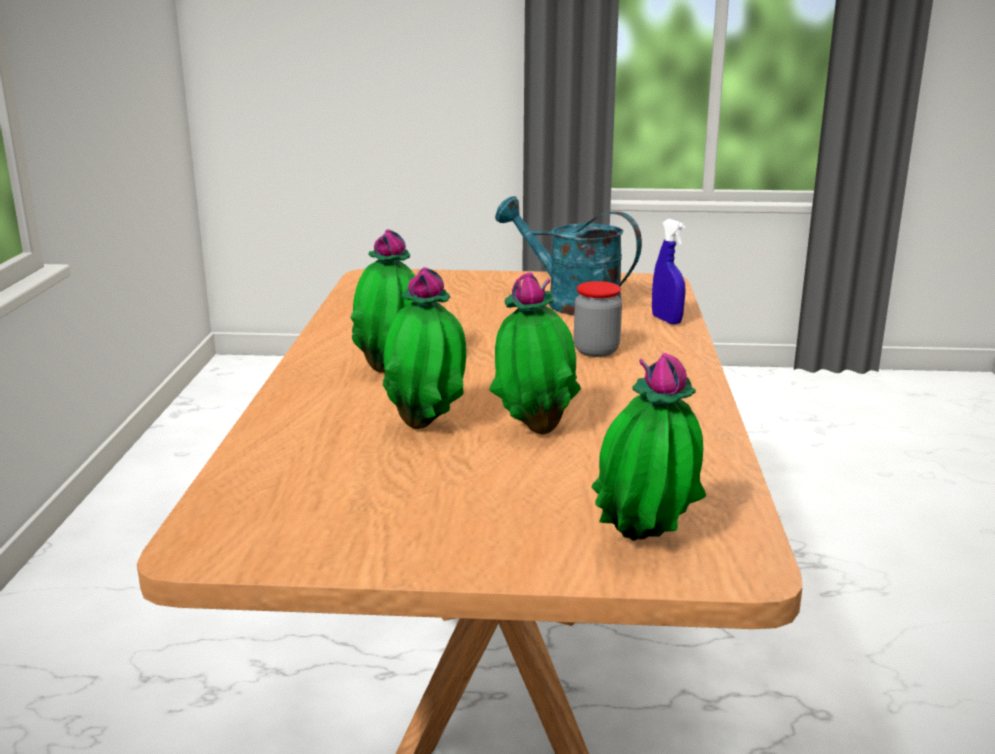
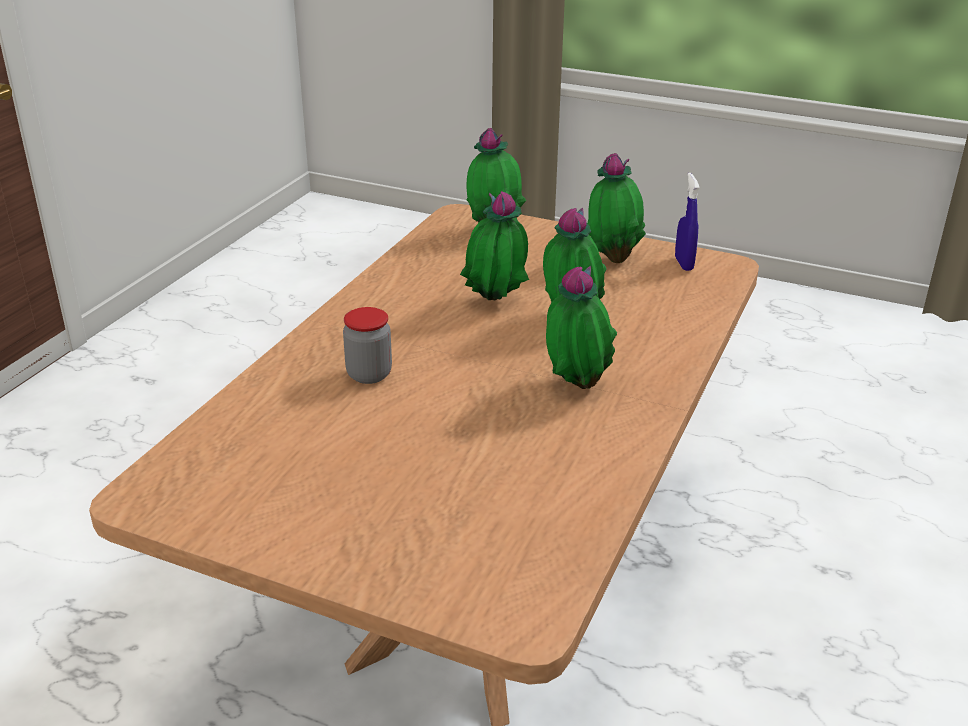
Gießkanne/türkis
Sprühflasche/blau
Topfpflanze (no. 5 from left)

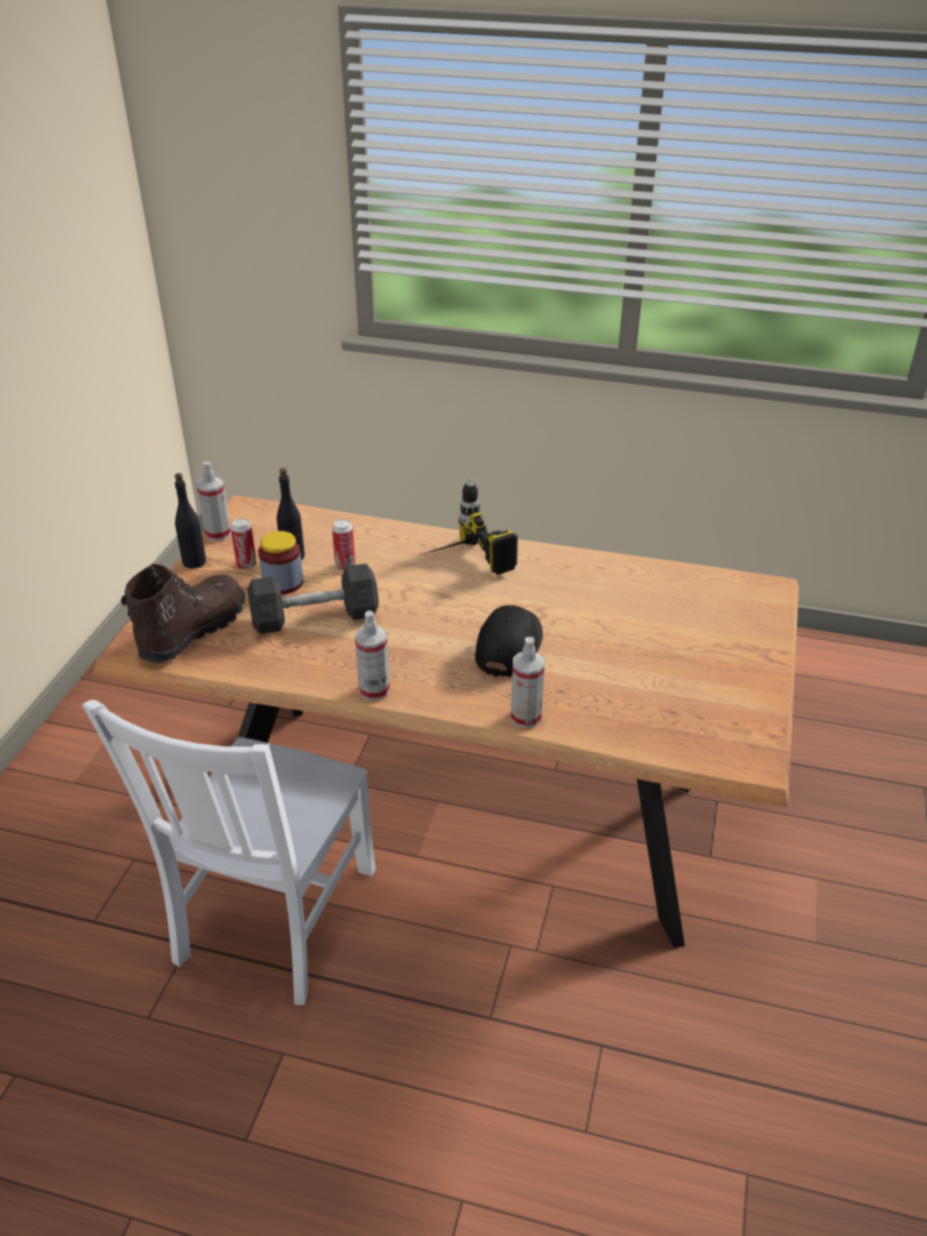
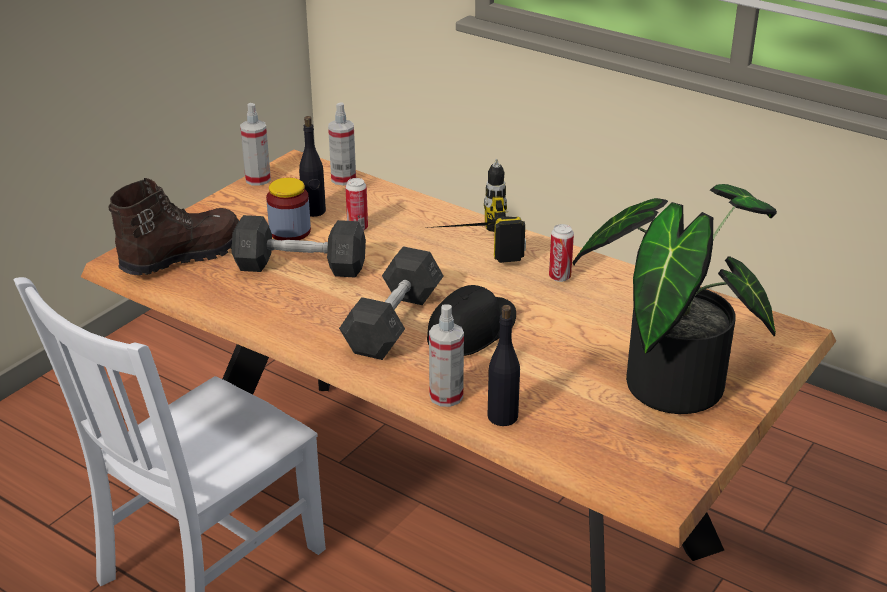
Flasche/schwarz (no. 2 from left)
Dose (no. 2 from left)
Sprühflasche (no. 2 from left)
Topfpflanze
Hantel/grau (no. 2 from left)

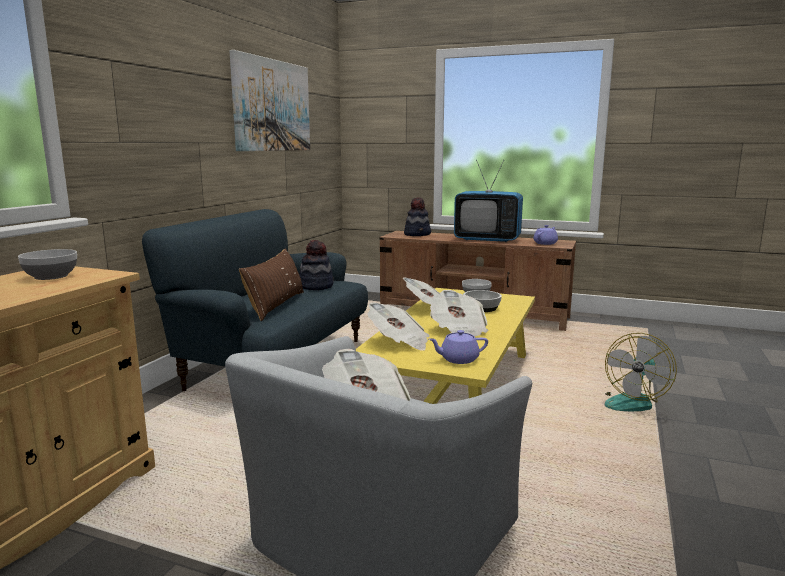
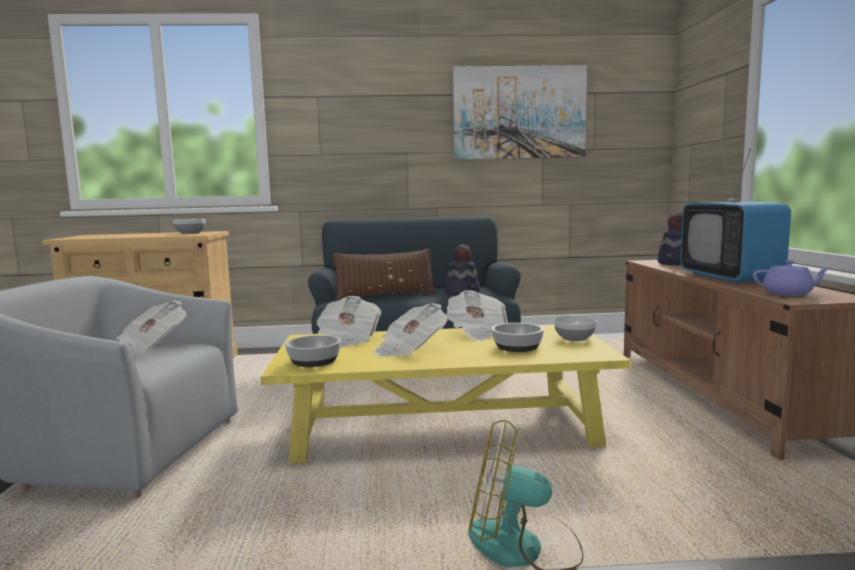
Schüssel (no. 2 from left)

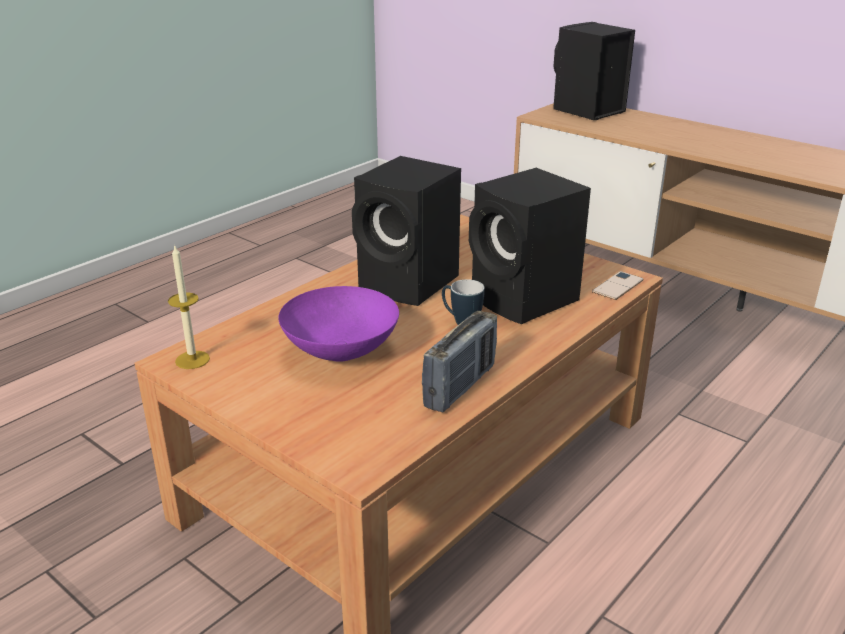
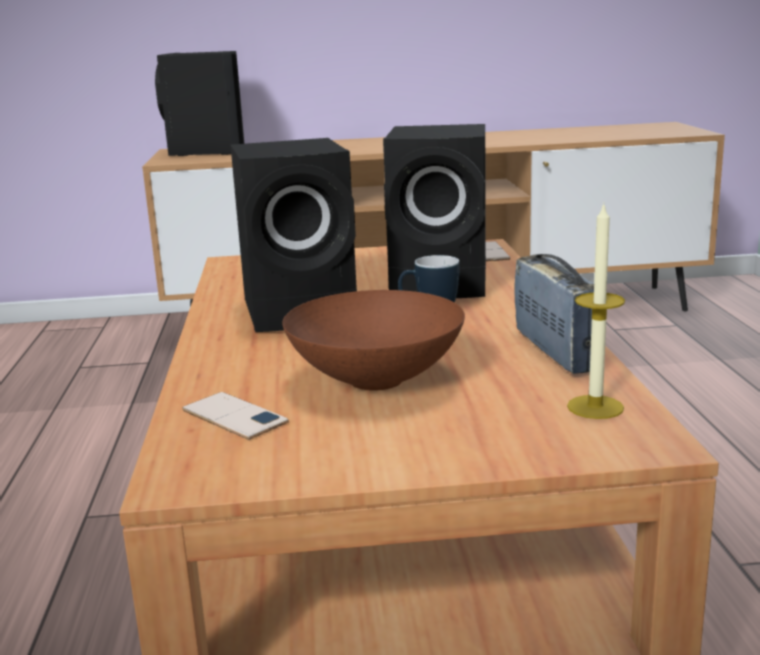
Kerze
Schüssel/braun
Handy (no. 1 from left)

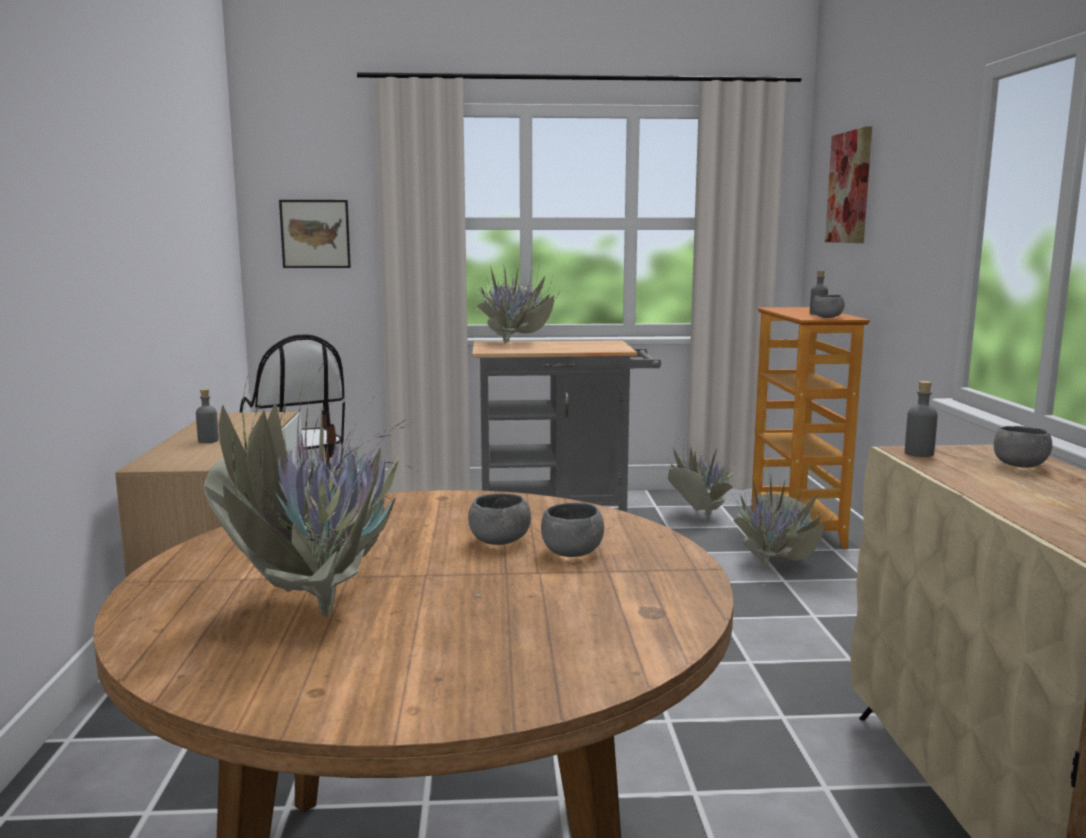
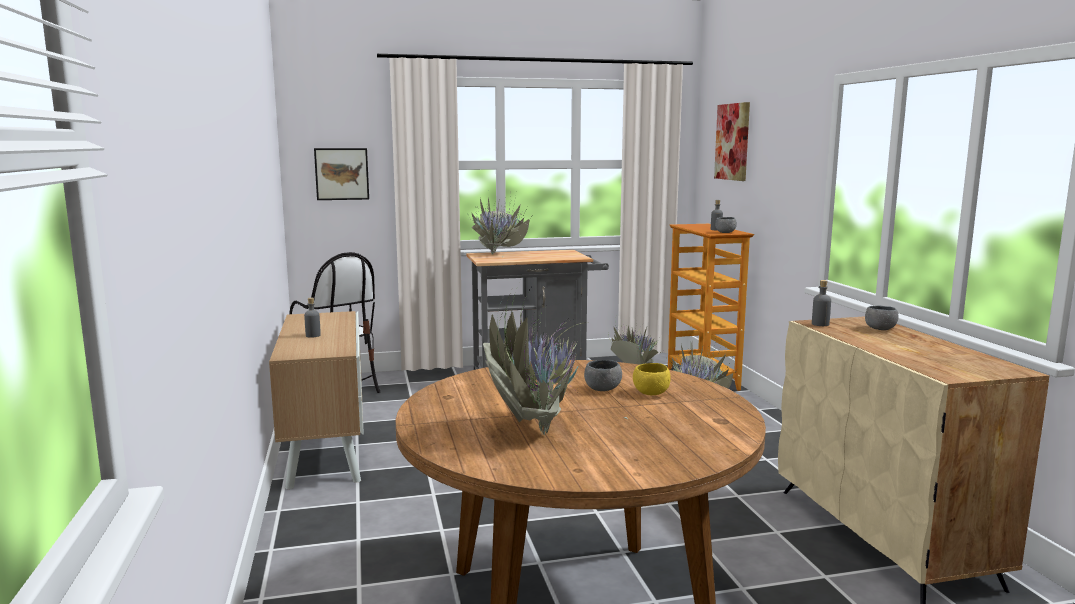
Schüssel/gelb

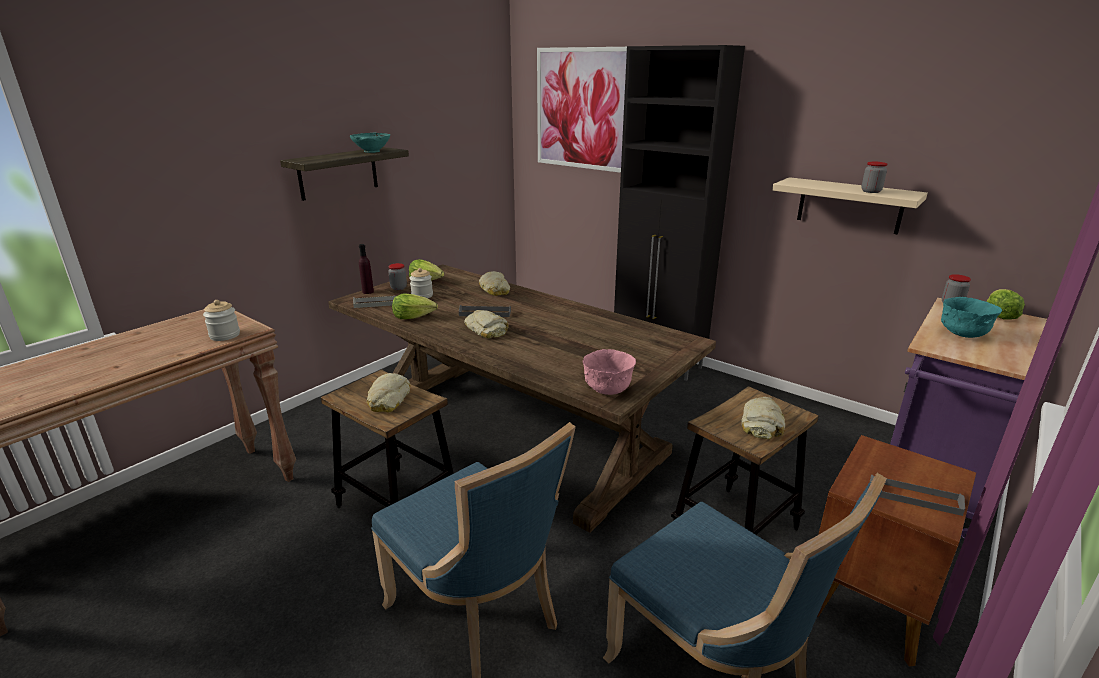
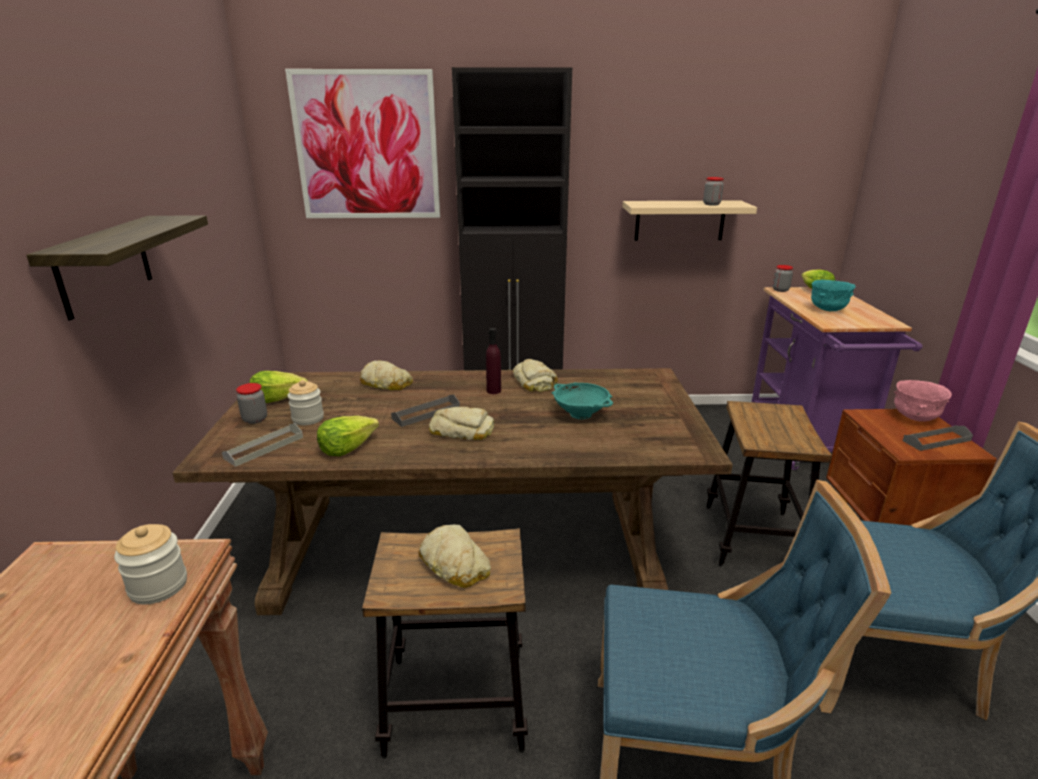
Schüssel/türkis (no. 1 from left)
Flasche/lila
Schüssel/rosa
Brot (no. 4 from left)

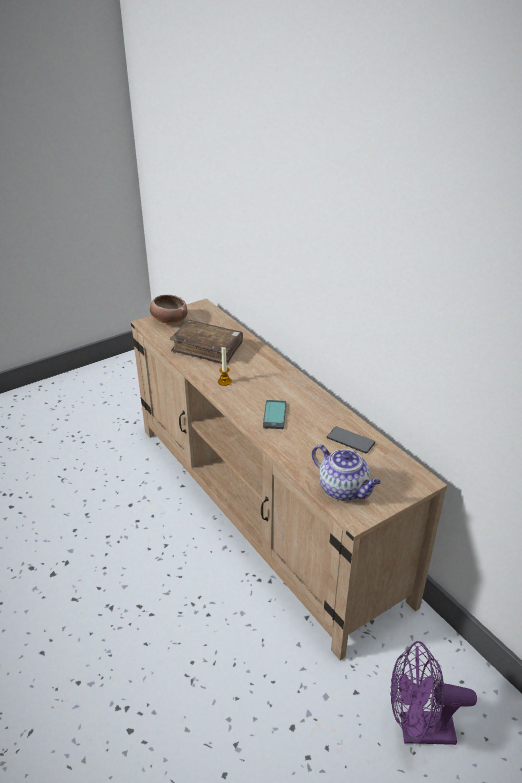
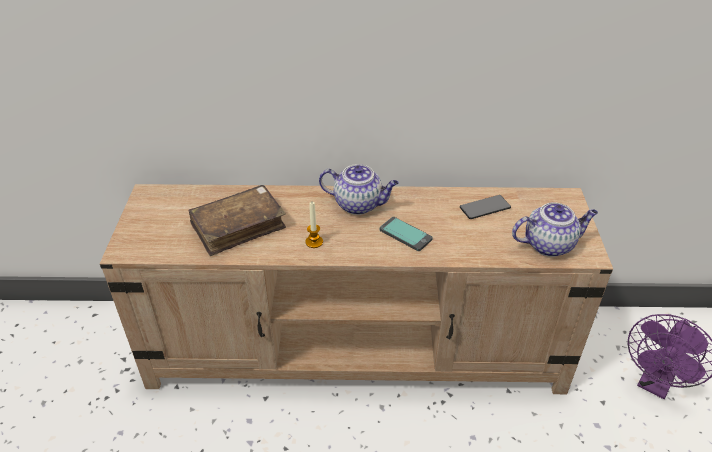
Schüssel
Teekanne (no. 1 from left)

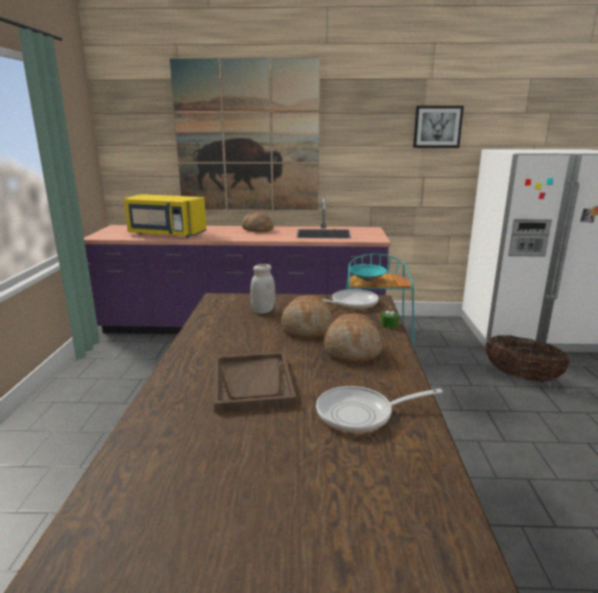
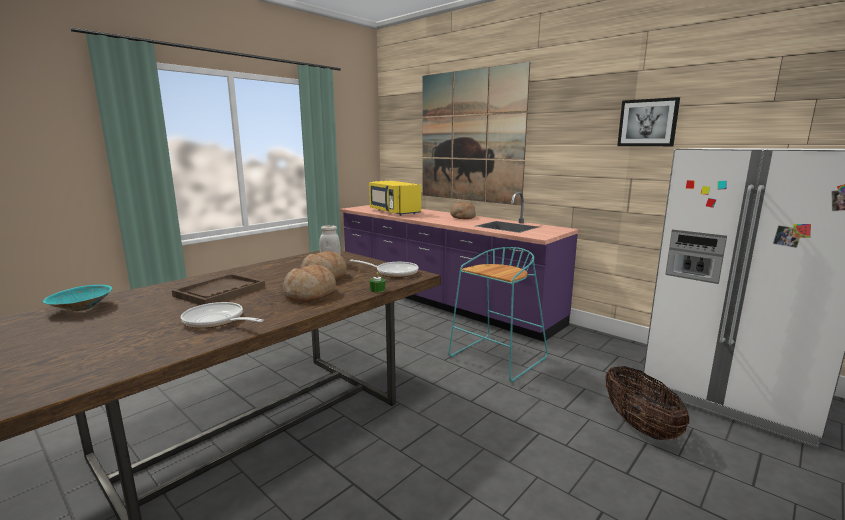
Schüssel/türkis

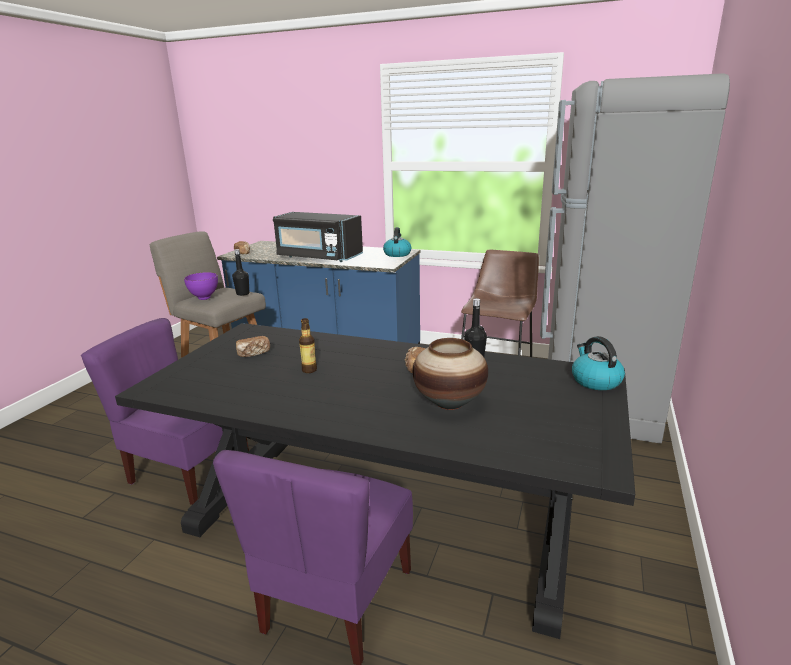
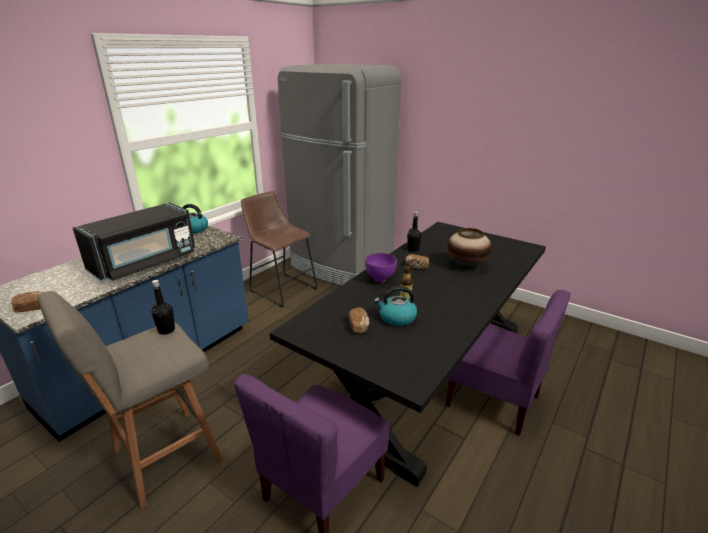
Schüssel/lila
Wasserkessel (no. 2 from left)

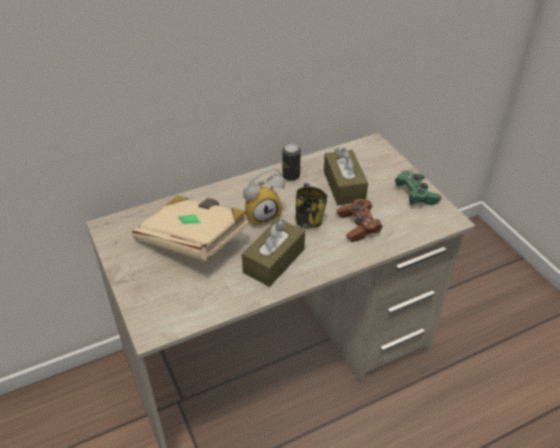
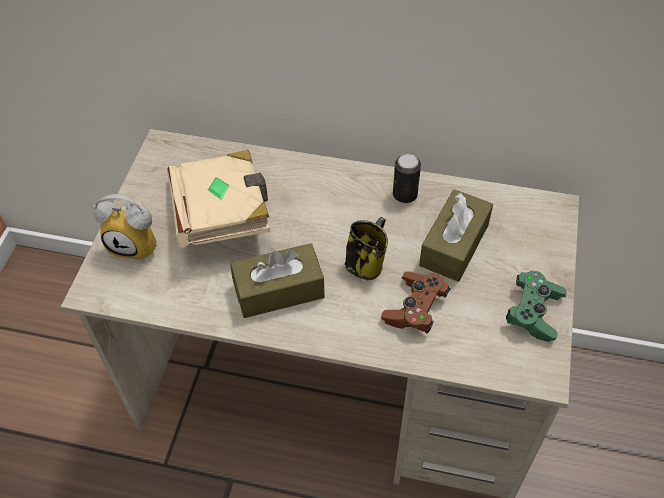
Wecker

